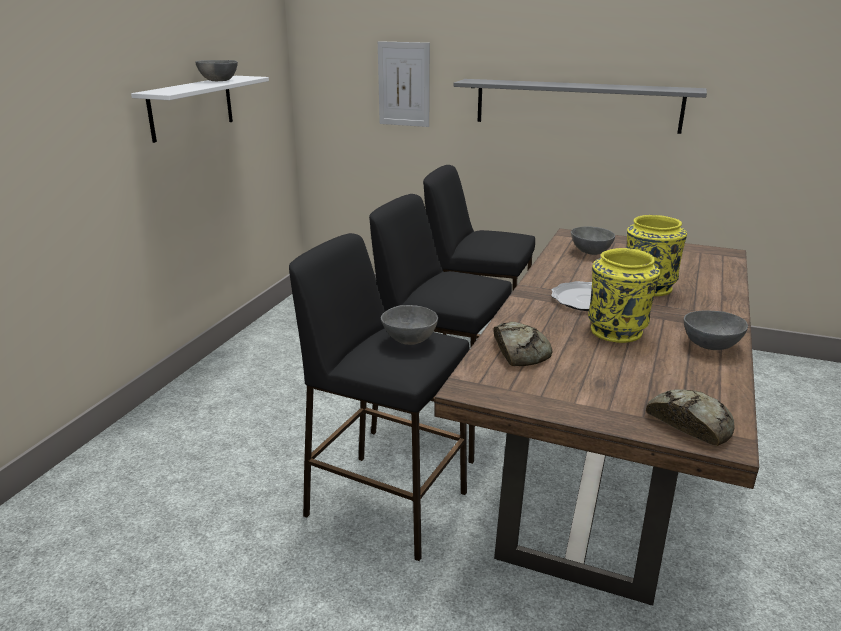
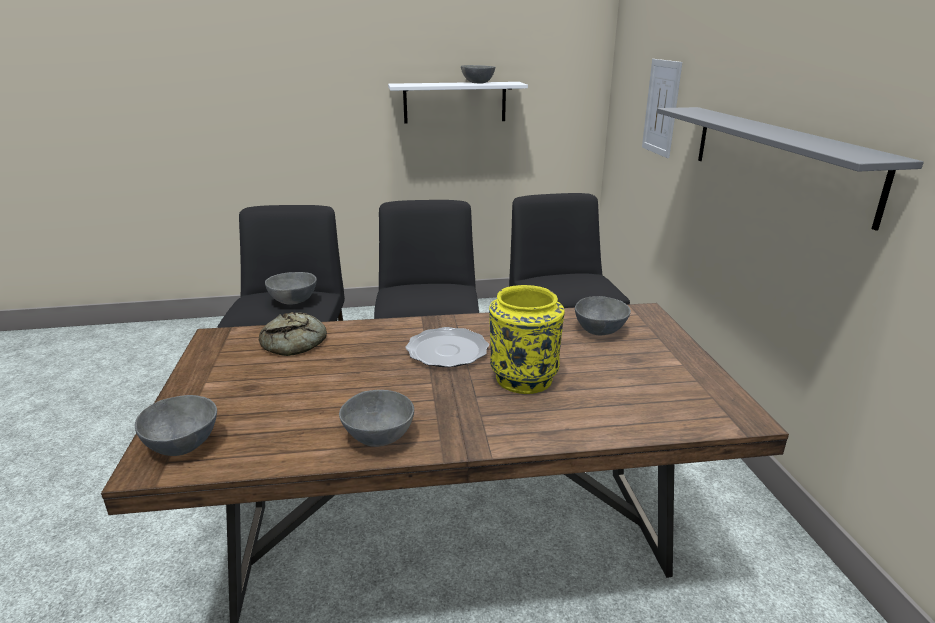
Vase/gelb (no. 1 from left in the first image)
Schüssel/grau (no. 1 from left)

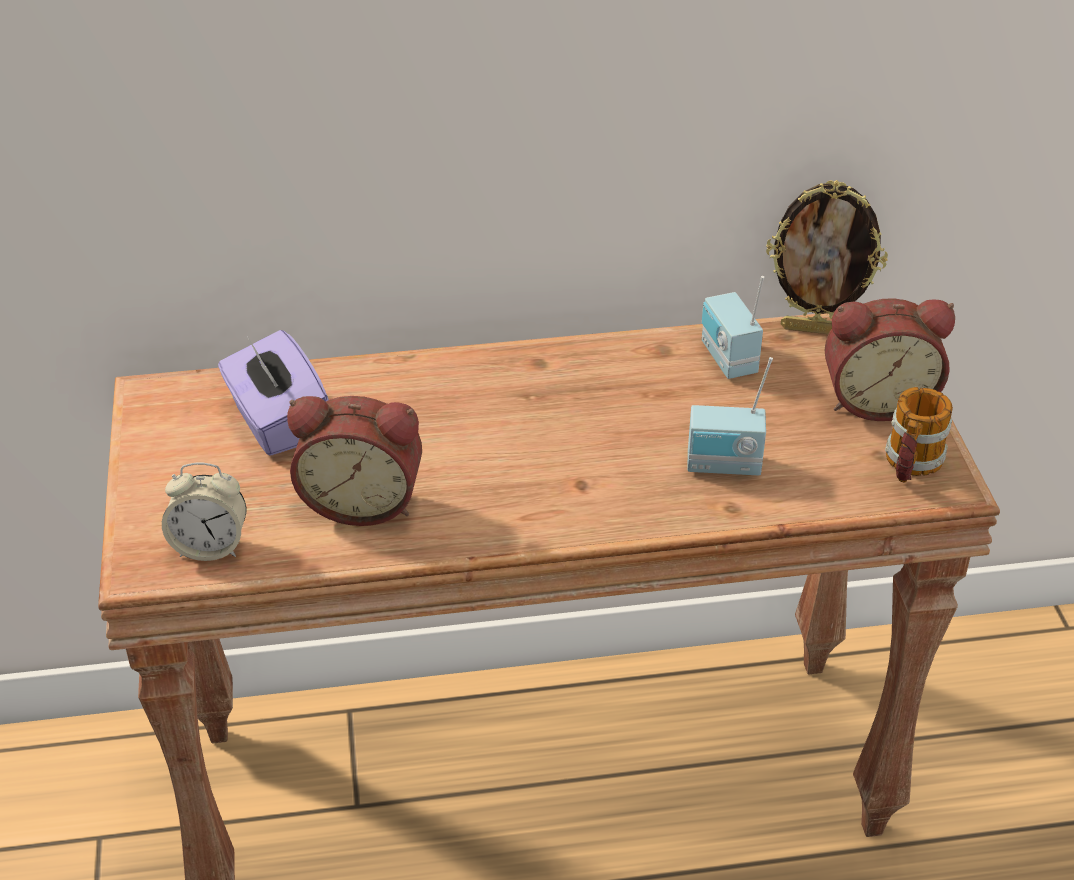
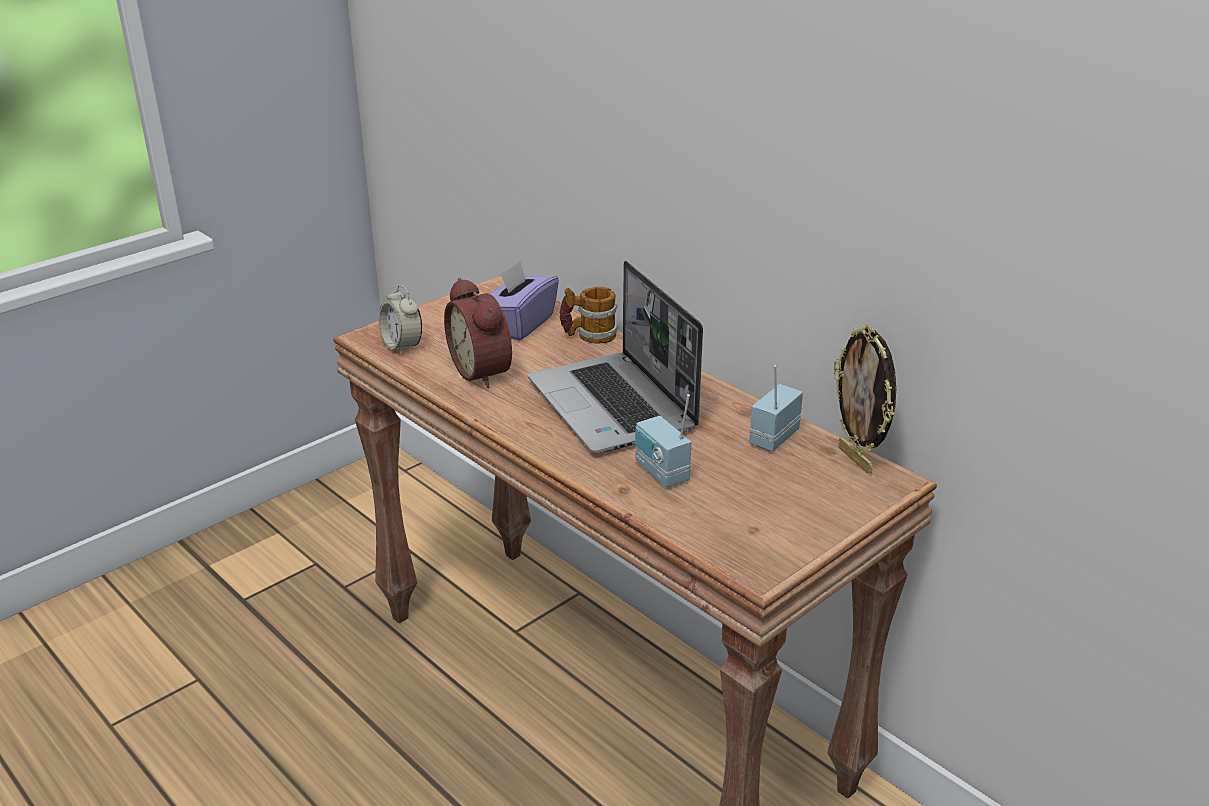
Wecker (no. 3 from left in the first image)
Henkelbecher
Laptop

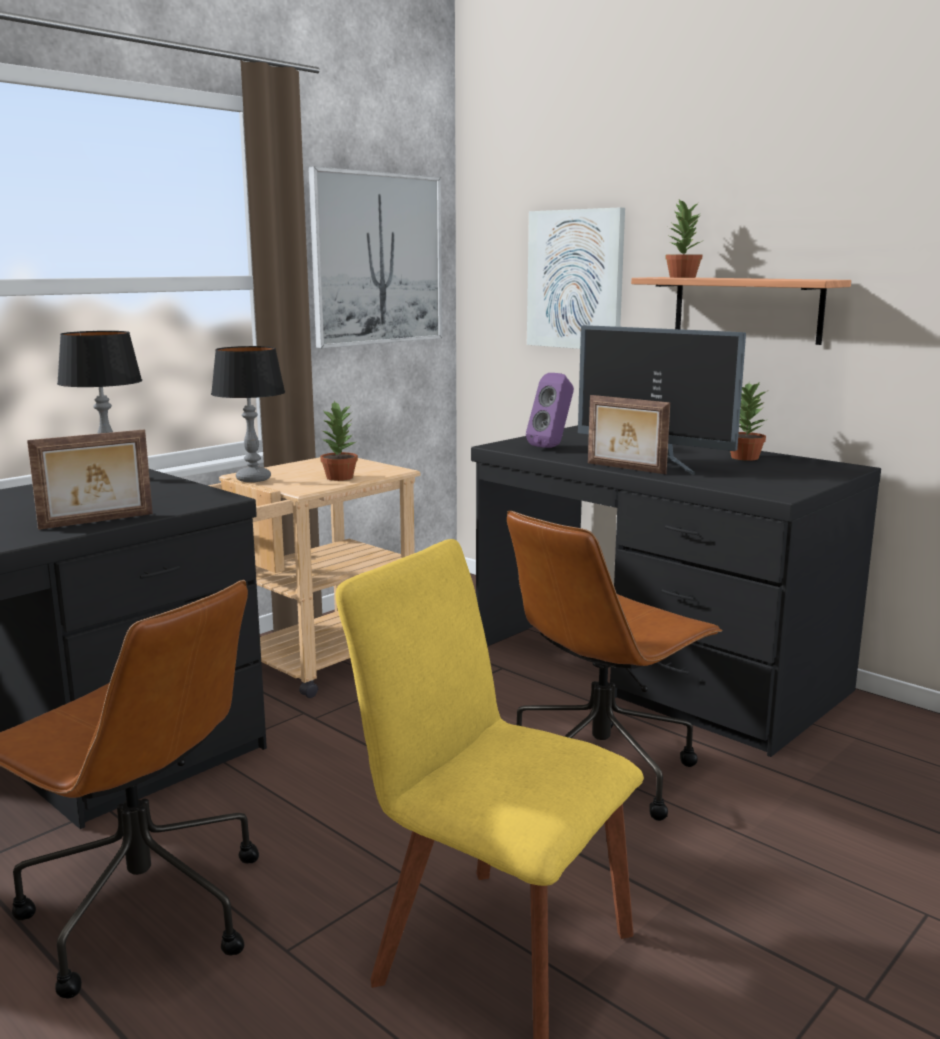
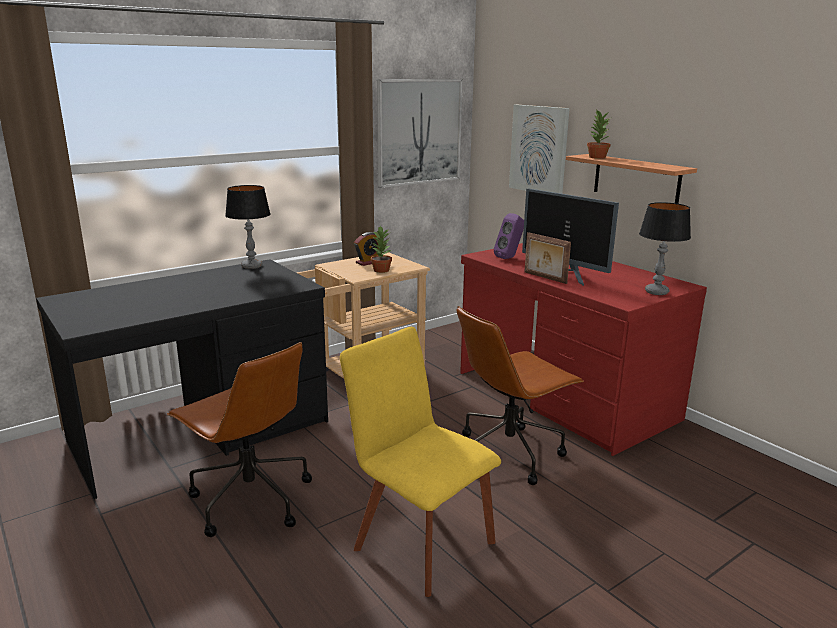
Tischlampe (no. 2 from left)
Topfpflanze (no. 3 from left in the first image)
Schreibtisch/rot
Bilderrahmen (no. 1 from left in the first image)
Wecker

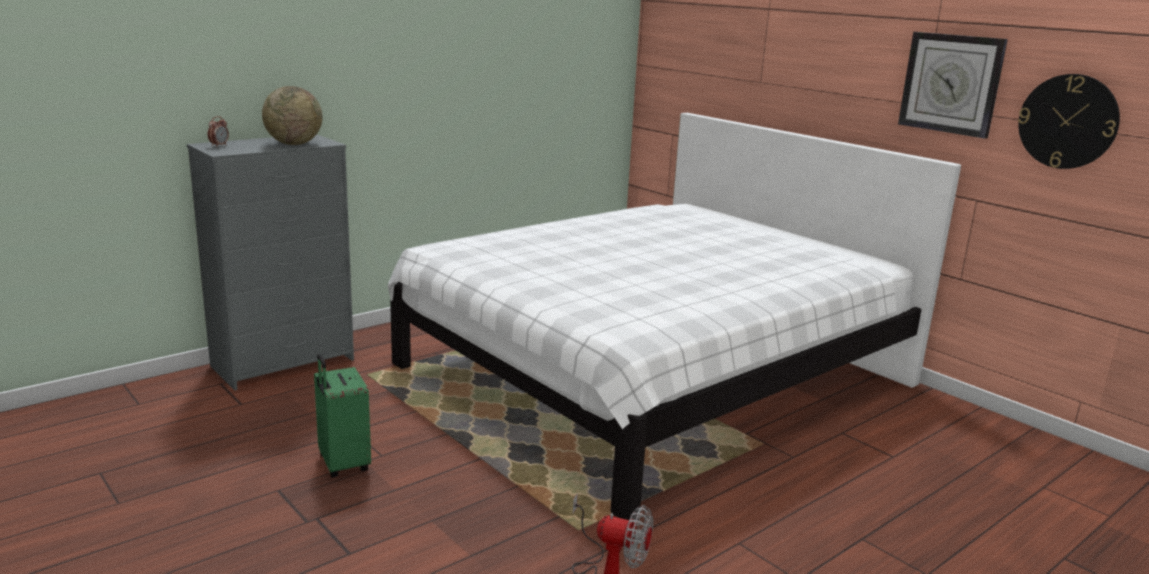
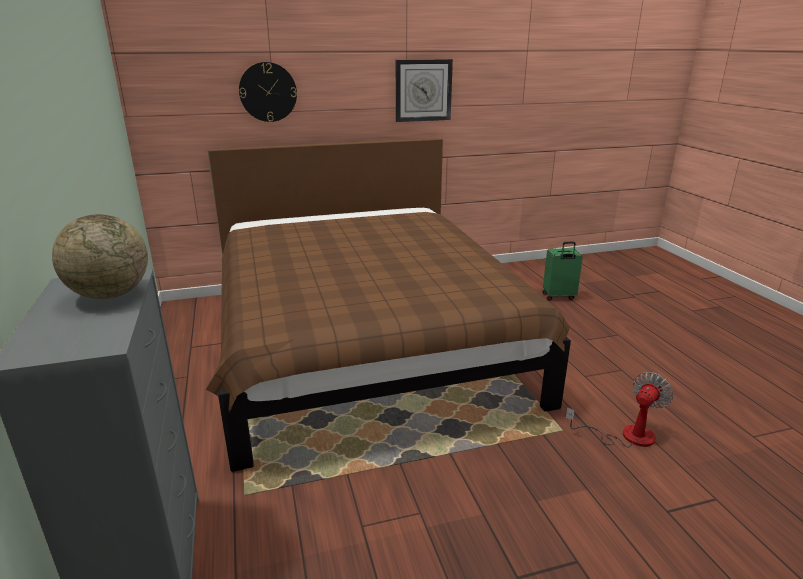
Wanduhr (no. 1 from left)
Bett/braun
Wecker
Koffer/grün

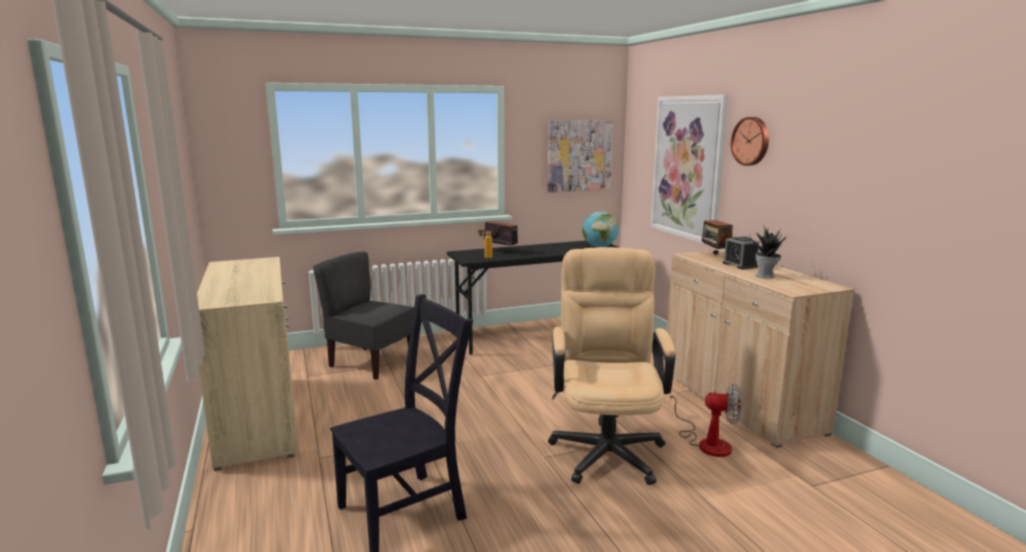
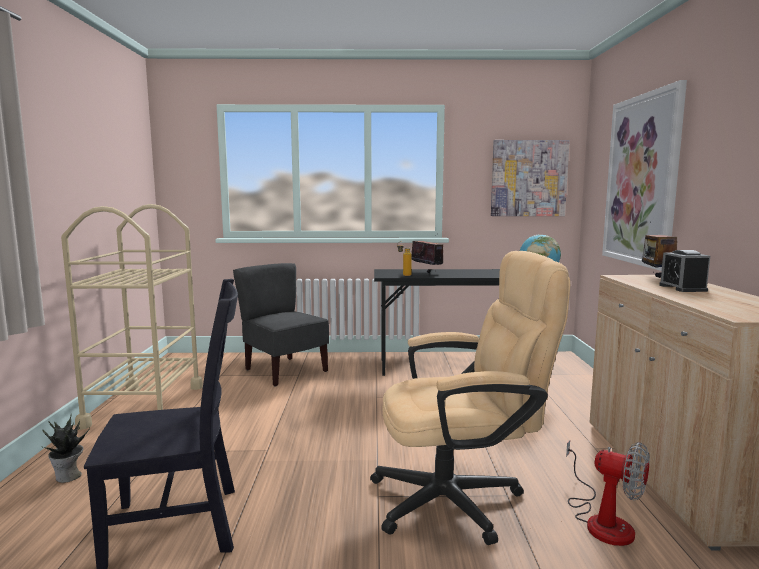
Wanduhr
Topfpflanze
Bürostuhl/beige
Rollwagen/beige

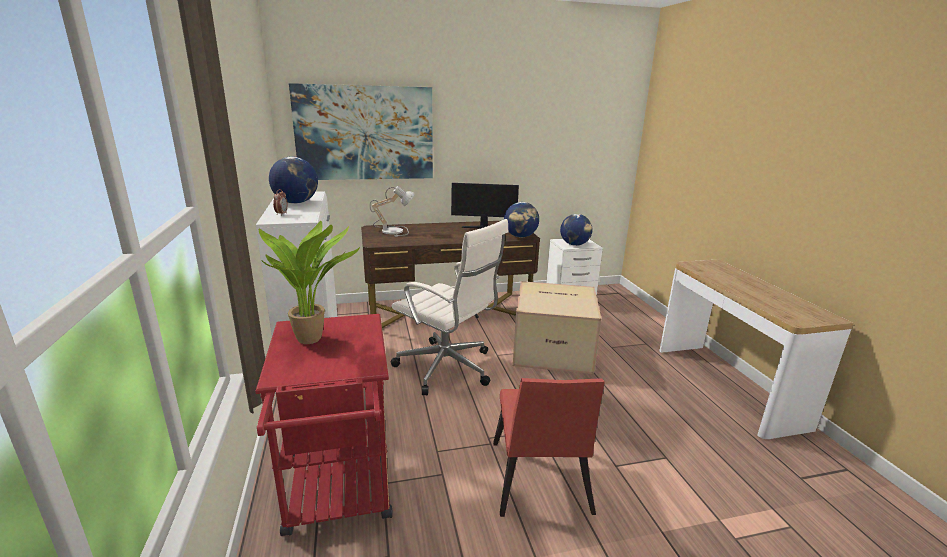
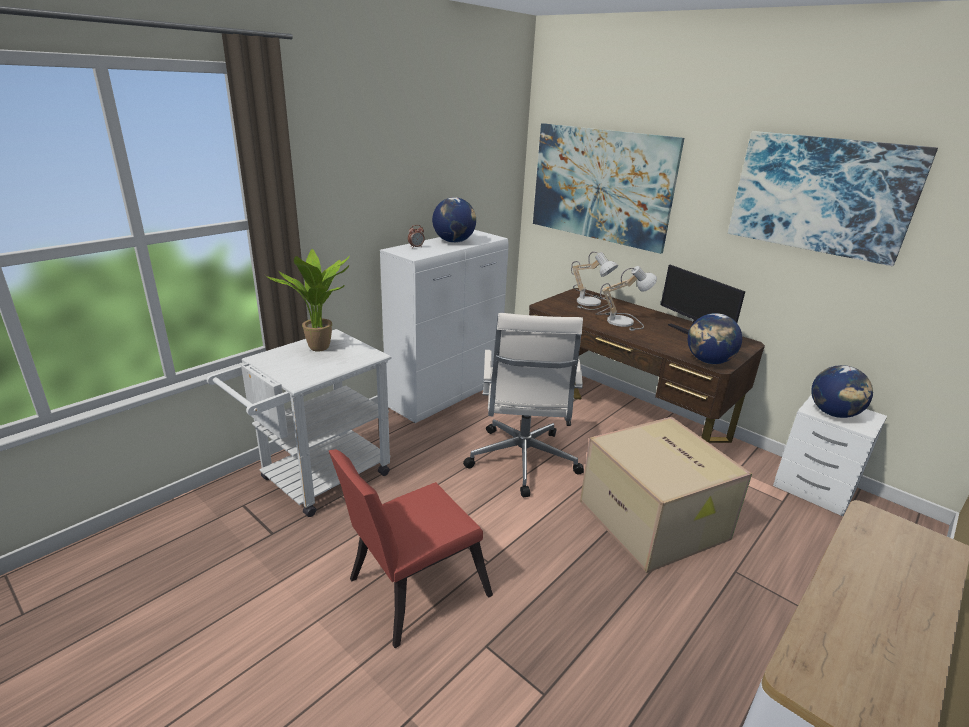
Rollwagen/weiß
Bild (no. 2 from left)
Tischlampe (no. 2 from left)

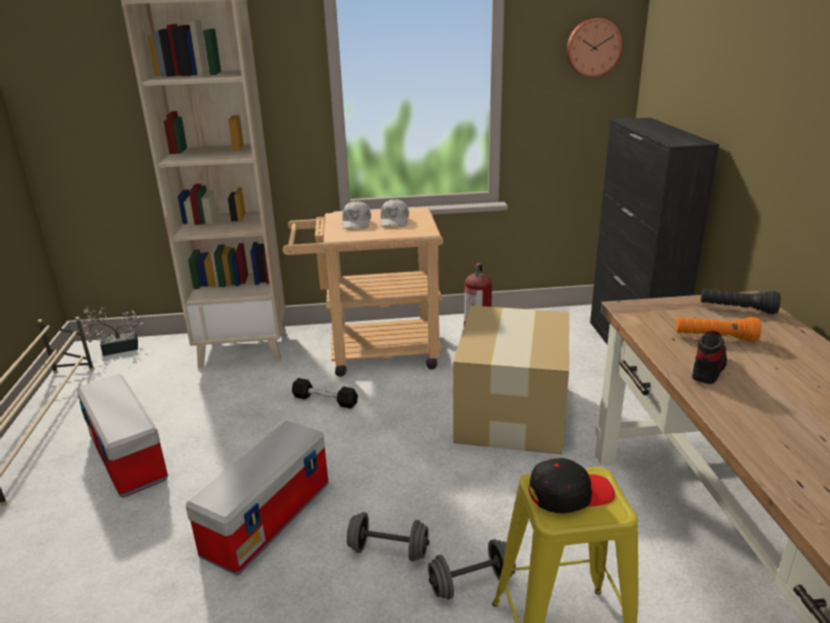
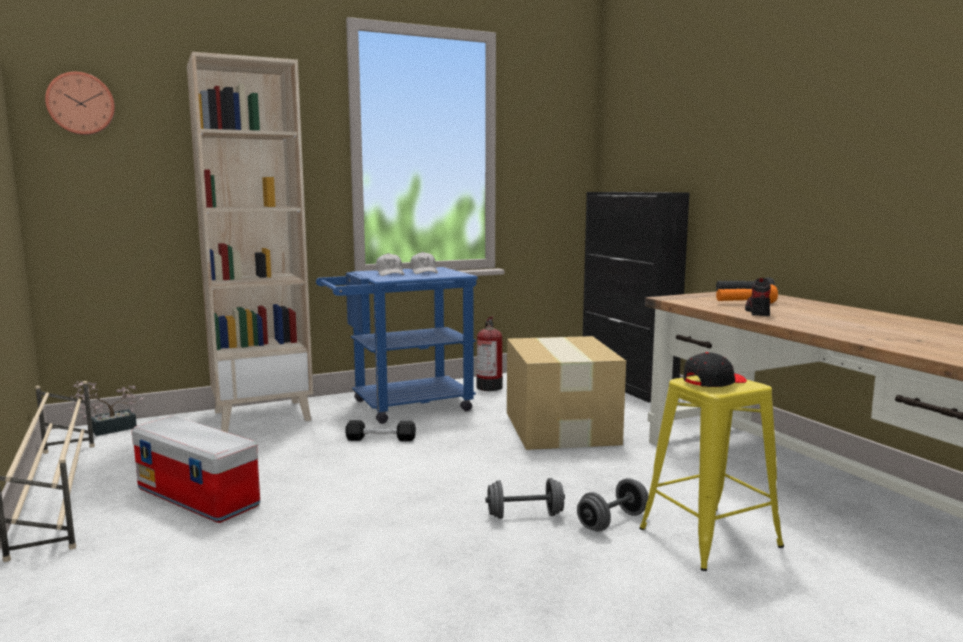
Wanduhr
Rollwagen/blau
Aufbewahrungsbox (no. 2 from left in the first image)

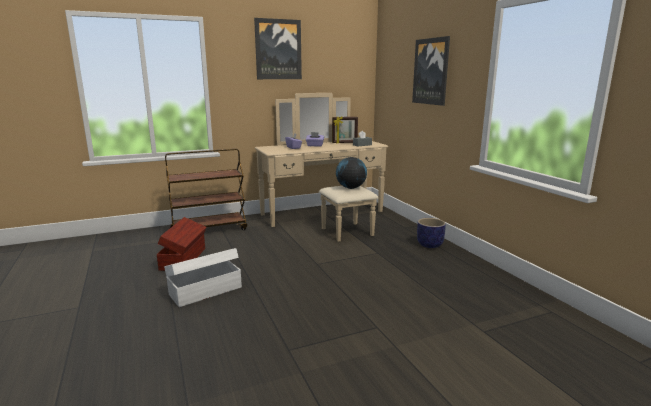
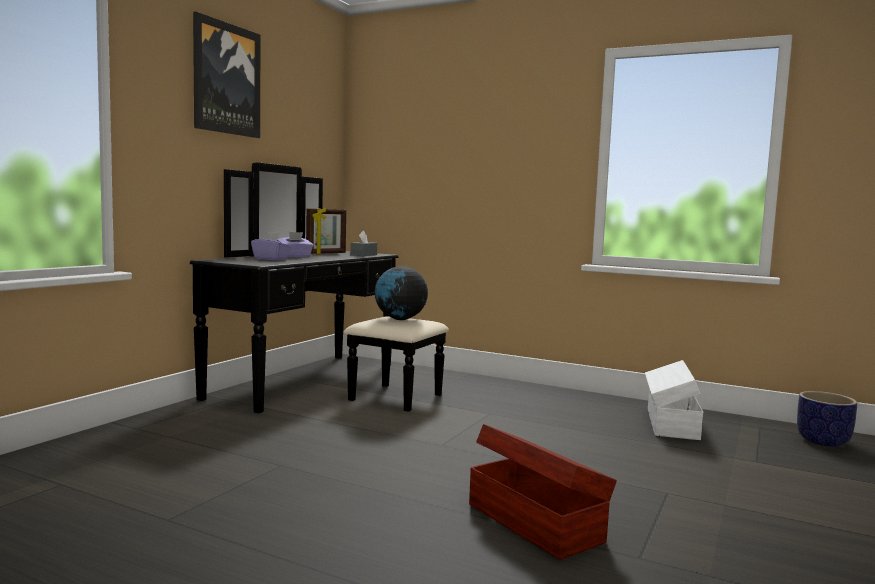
Bild (no. 2 from left in the first image)
Kommode/schwarz
Rollwagen/braun
Aufbewahrungsbox/braun
Pflanzkübel
Aufbewahrungsbox/weiß

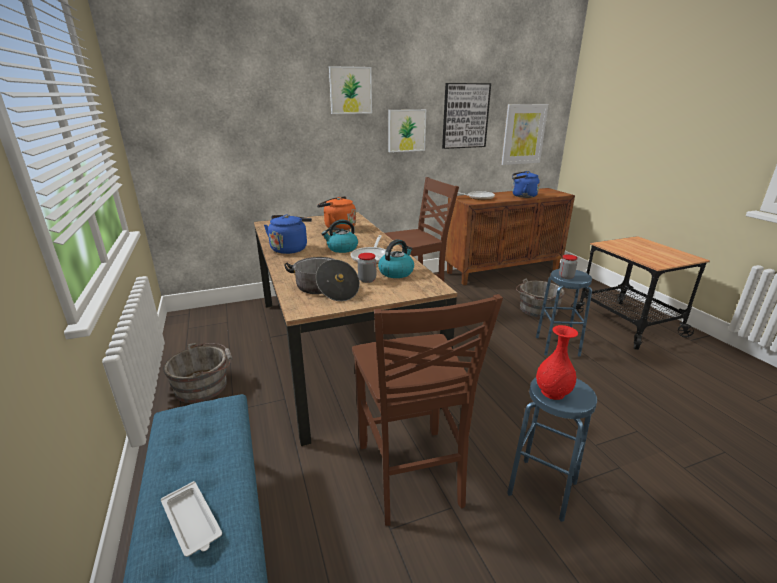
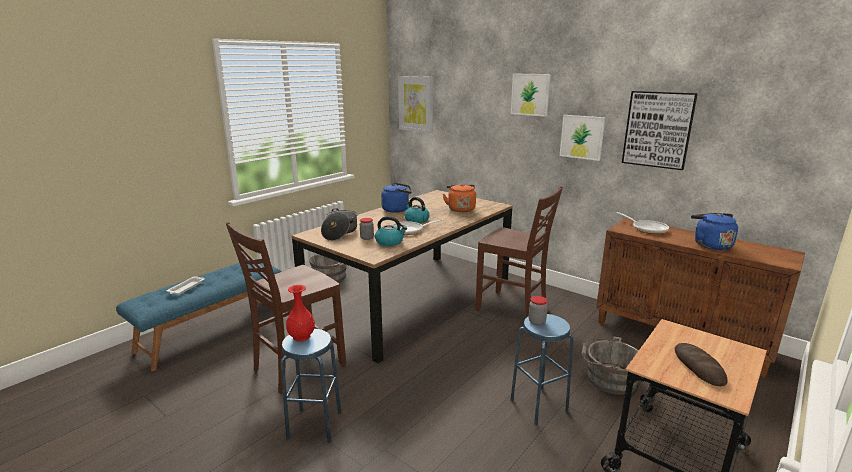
Bild (no. 1 from left)
Brot

